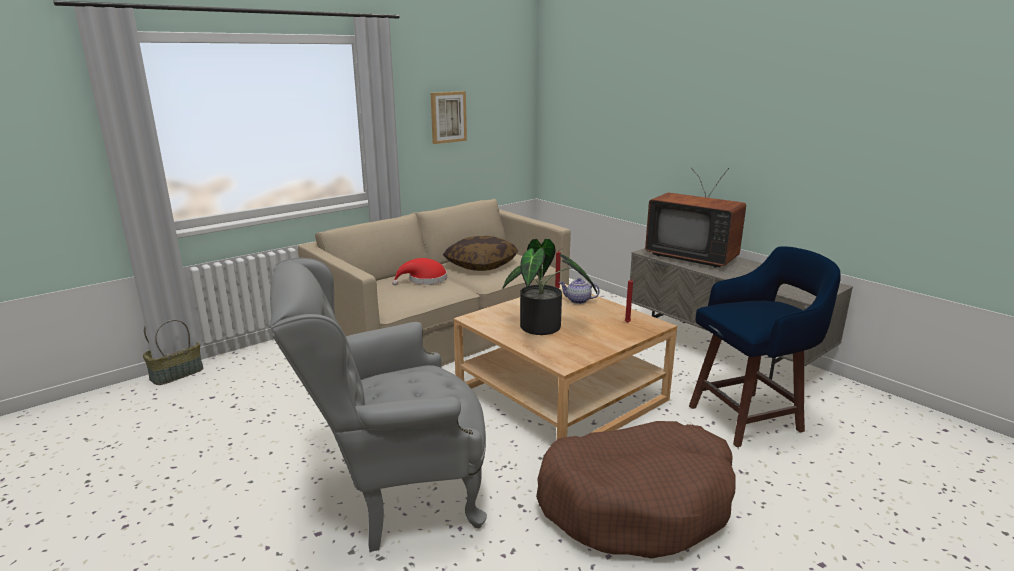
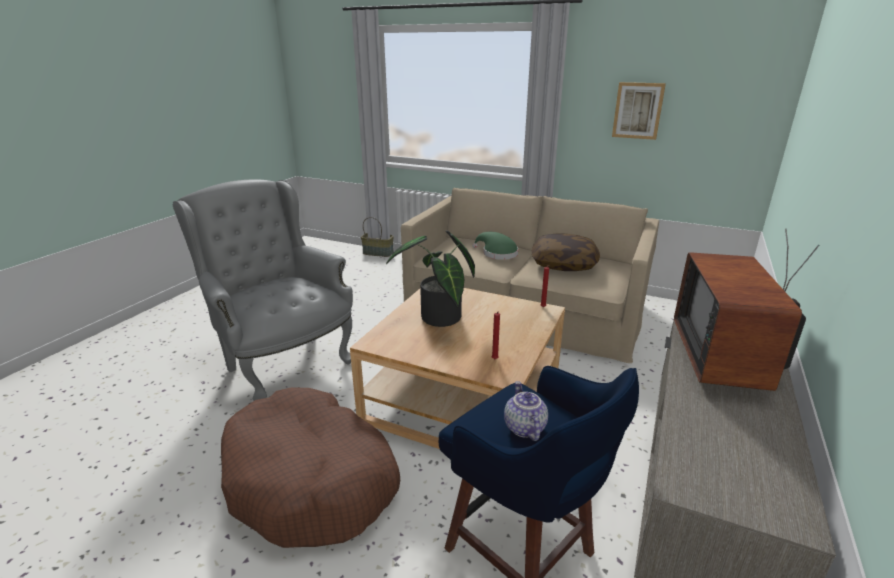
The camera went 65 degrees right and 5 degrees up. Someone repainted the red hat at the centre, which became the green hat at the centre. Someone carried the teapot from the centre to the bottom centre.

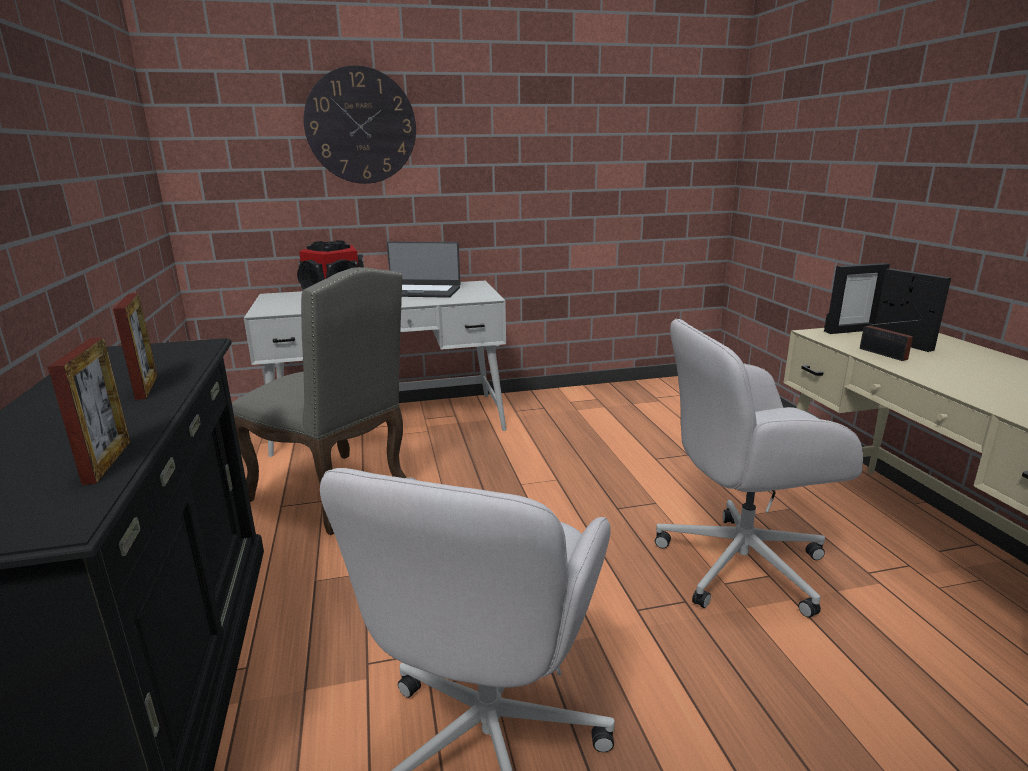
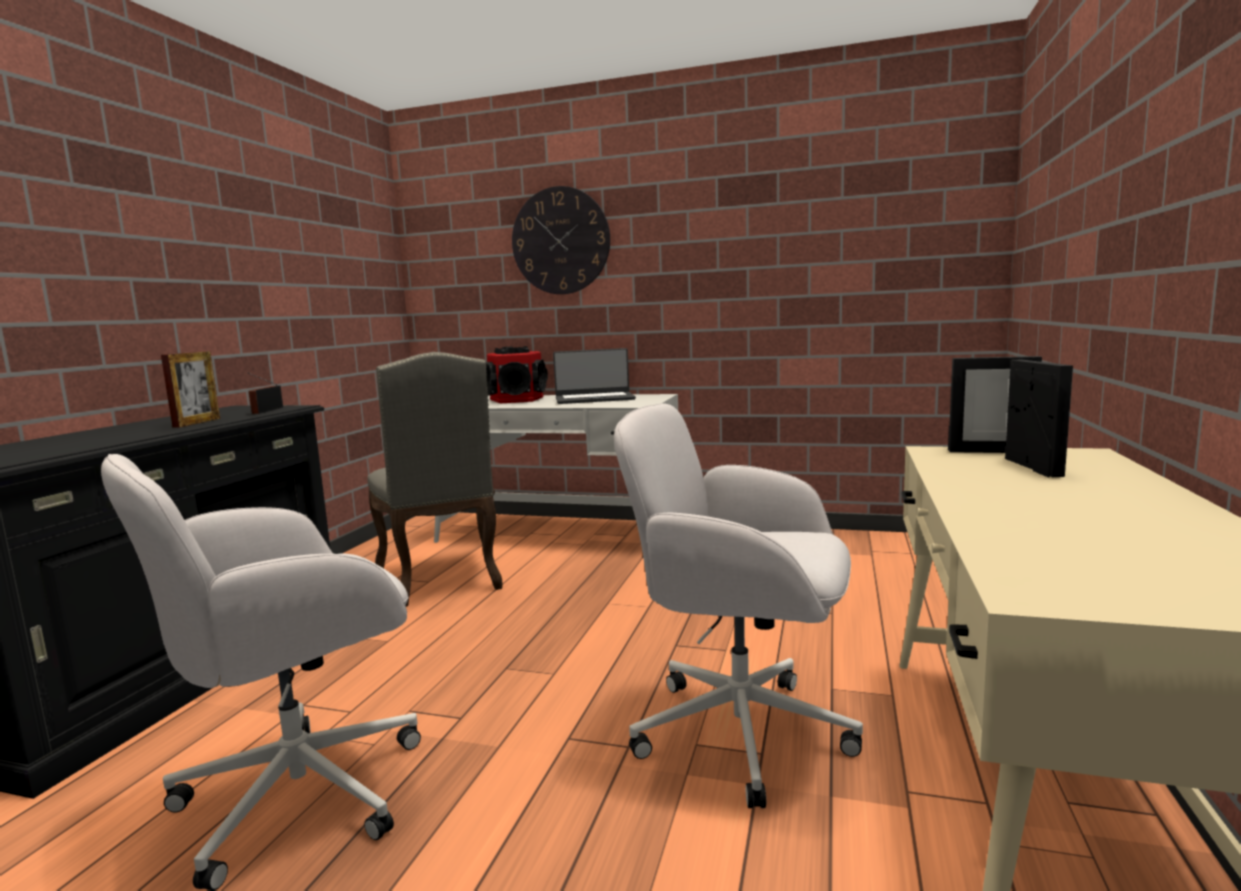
The camera went 30 degrees right and 10 degrees down. Someone took away the picture frame (no. 1 from left) at the middle left. Someone rotated the laptop at the centre by 45 degrees counterclockwise. Someone carried the radio from the middle right to the middle left.

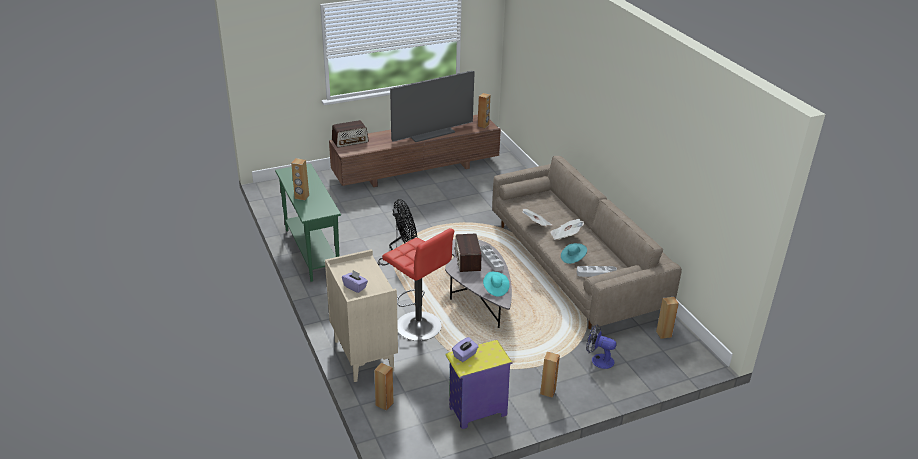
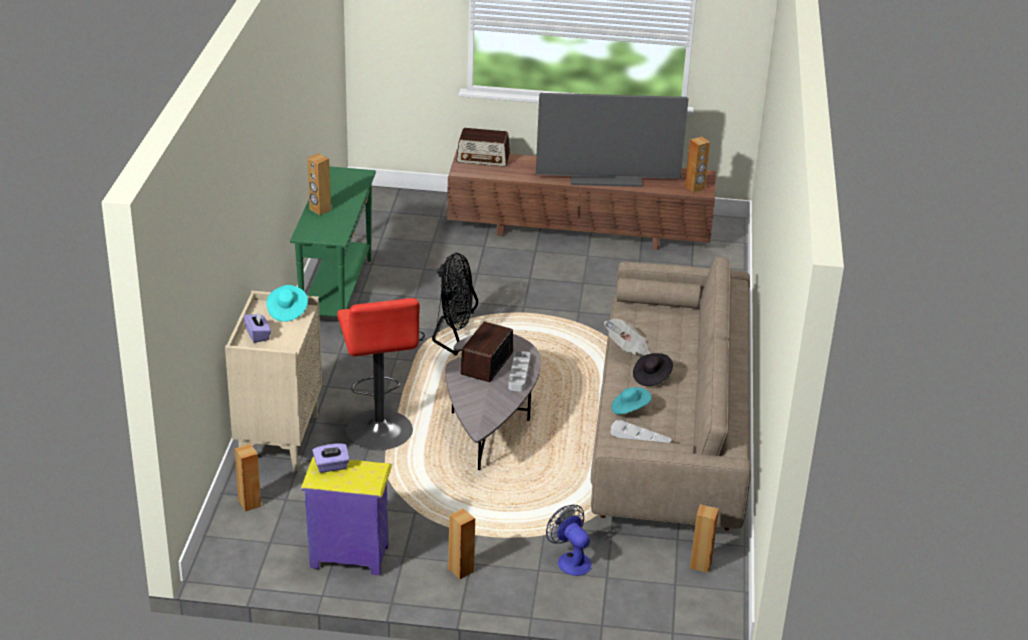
The camera went 30 degrees right and 0 degrees up. Someone carried the turquoise hat (no. 1 from left) from the centre to the middle left. Someone swapped the newspaper (no. 2 from left) at the centre for the black hat at the centre.

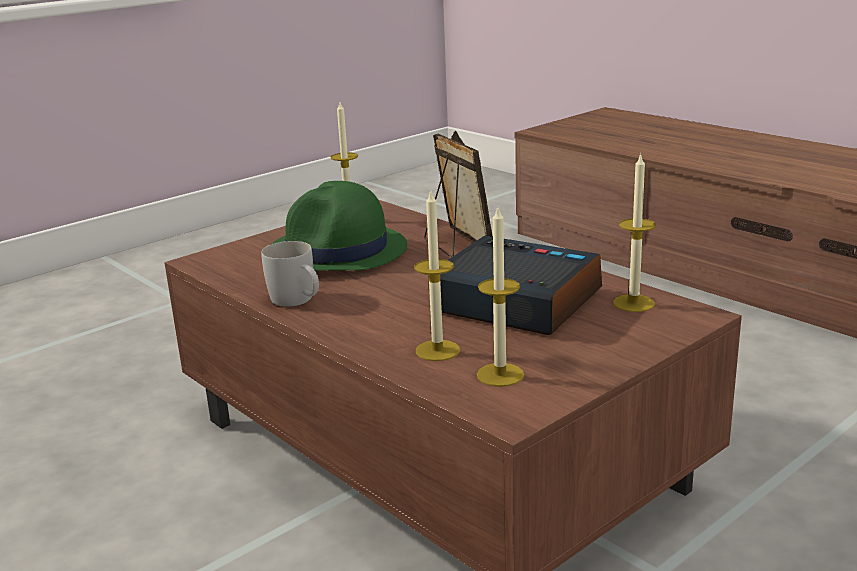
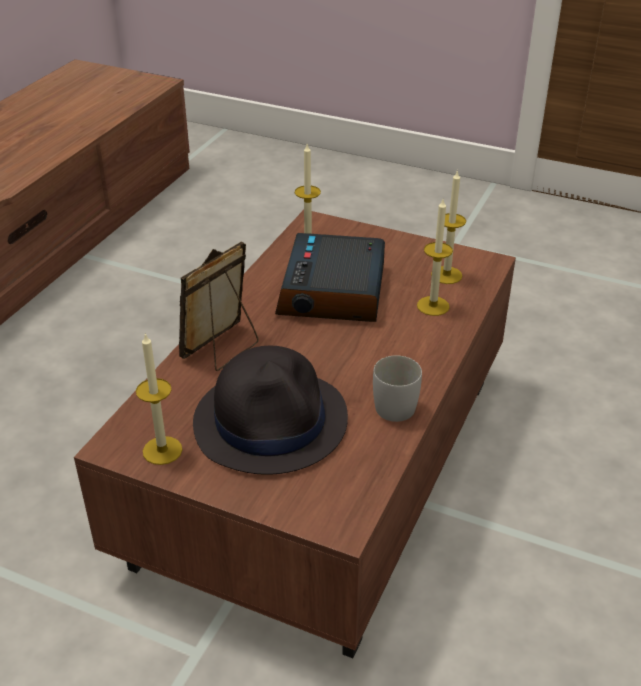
The camera went 115 degrees left and 15 degrees up. Someone repainted the green hat at the centre, which became the black hat at the centre.

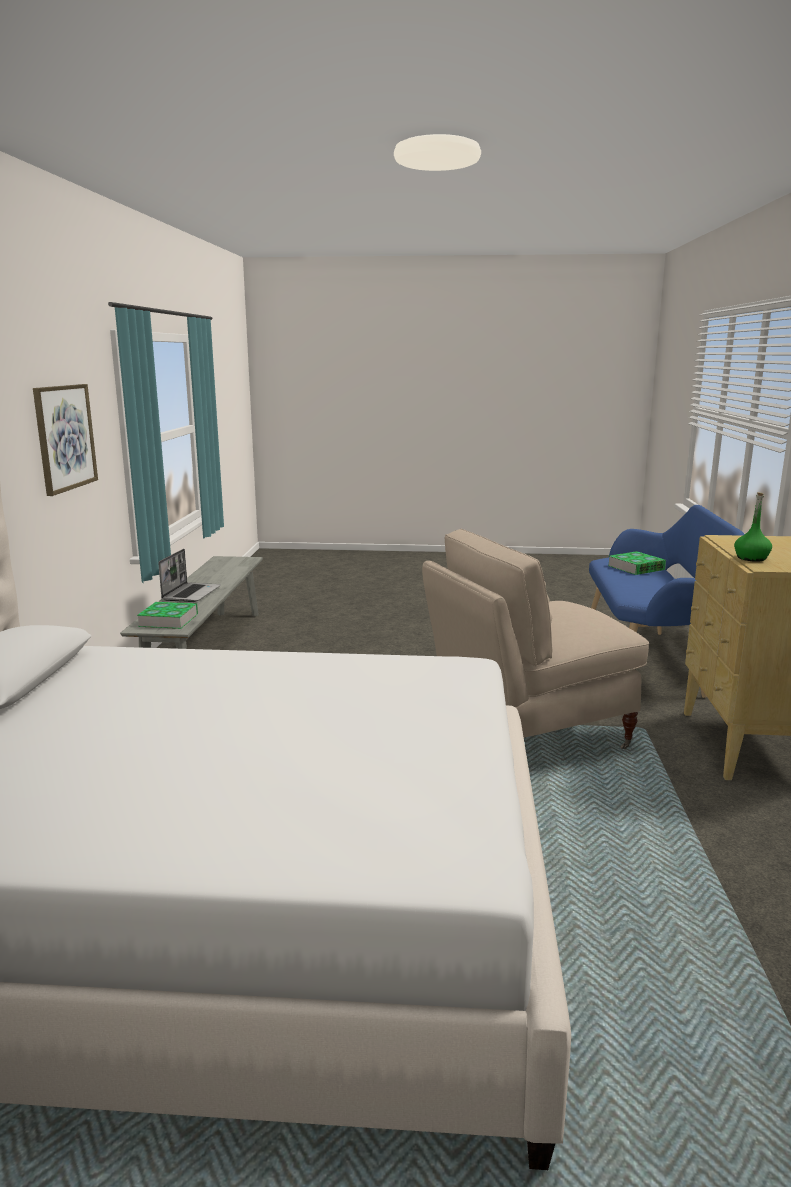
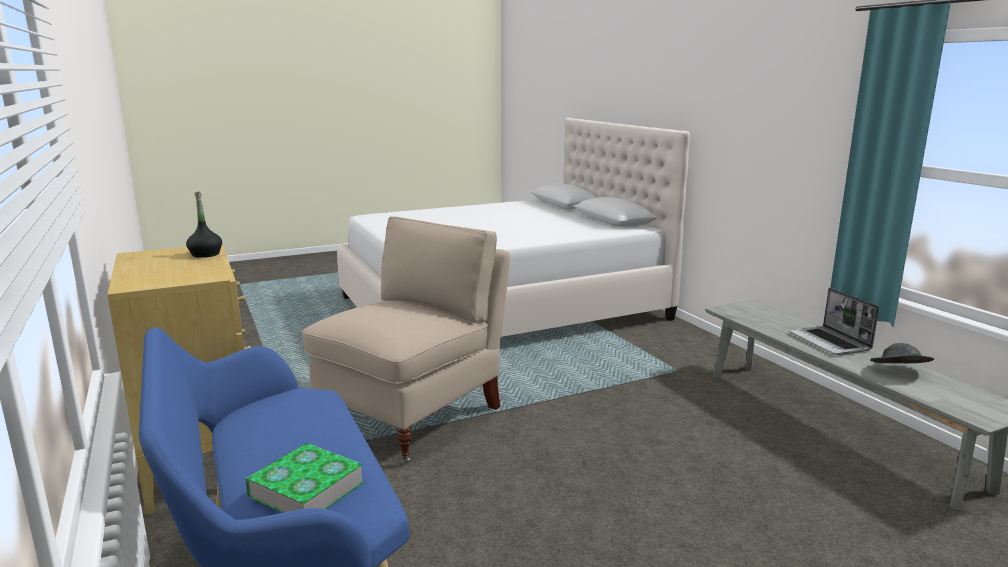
The camera went 150 degrees right and 0 degrees up. Someone took away the picture at the middle left. Someone took away the book (no. 1 from left) at the middle left. Someone repainted the green bottle at the middle right, which became the black bottle at the middle left. Someone put down the grey hat at the middle right.

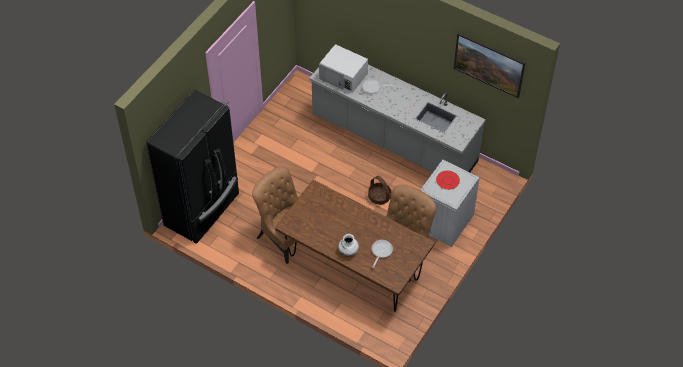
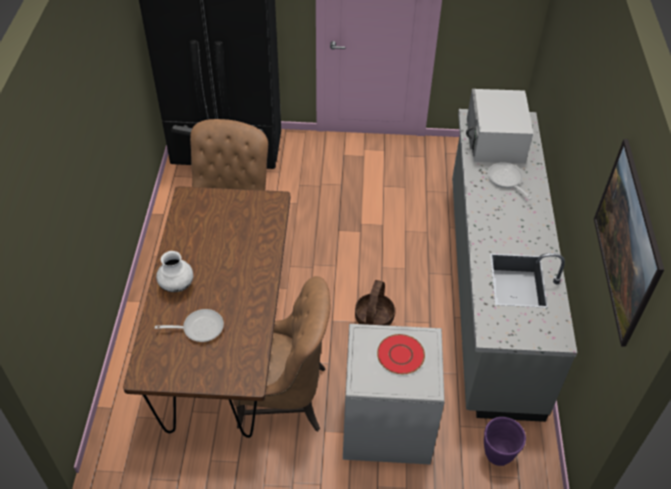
The camera went 60 degrees right and 5 degrees down. Someone put down the purple planter at the bottom right.

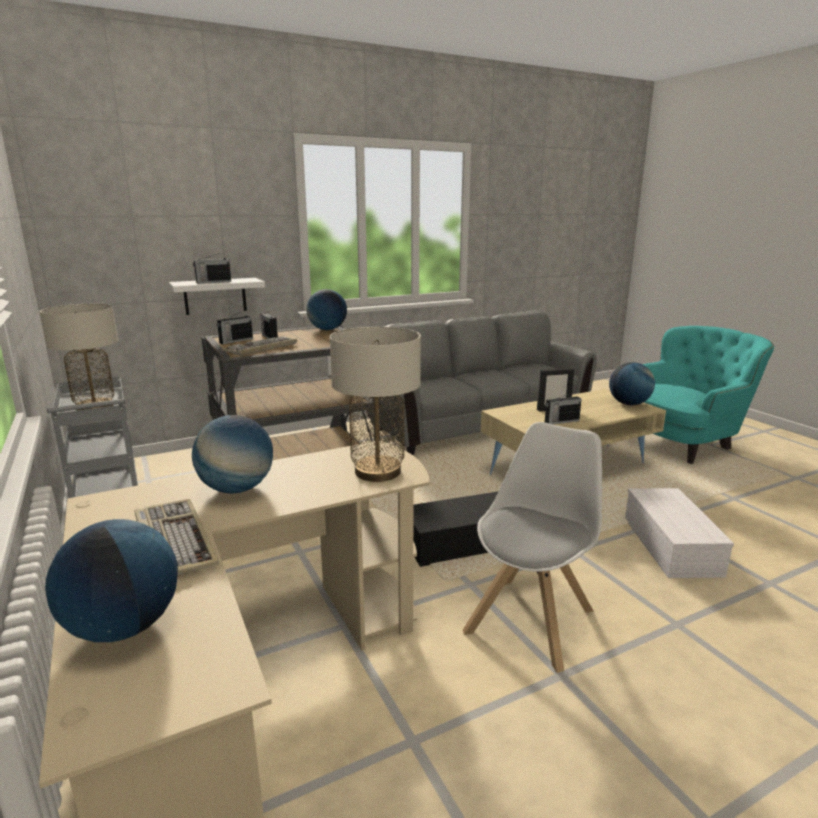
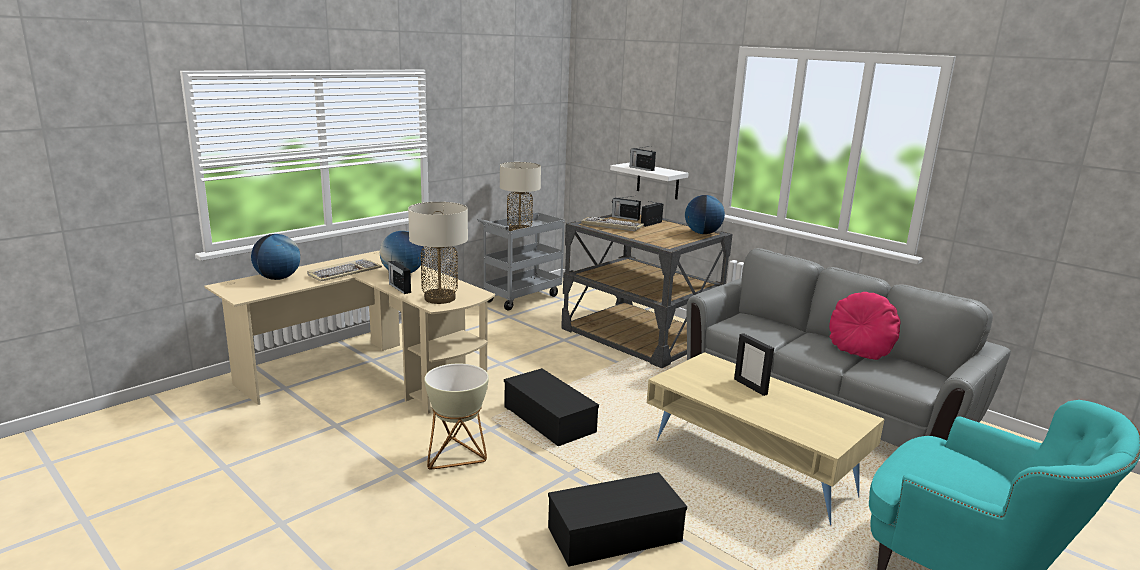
The camera went 70 degrees right and 0 degrees up. Someone swapped the chair at the bottom centre for the planter at the bottom centre. Someone carried the radio (no. 4 from left in the first image) from the middle right to the centre. Someone took away the globe (no. 4 from left) at the middle right. Someone repainted the white storage box at the middle right, which became the black storage box (no. 2 from left) at the bottom centre. Someone put down the pink pillow at the middle right.

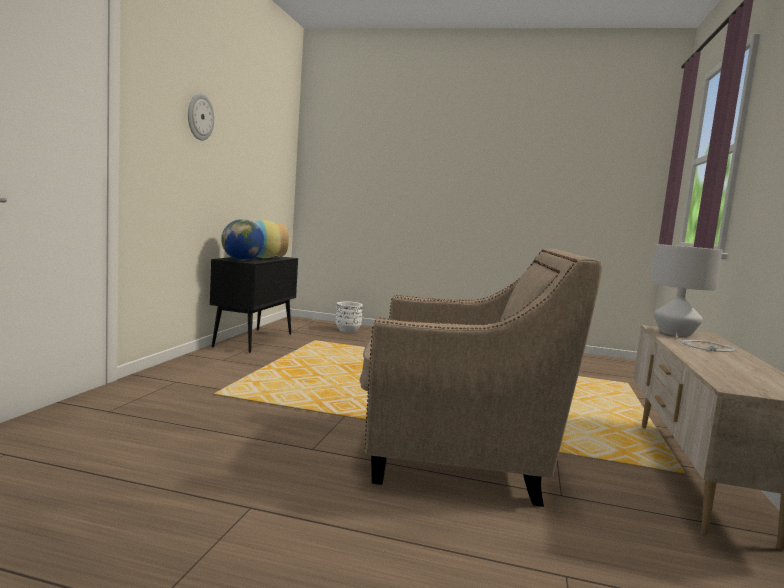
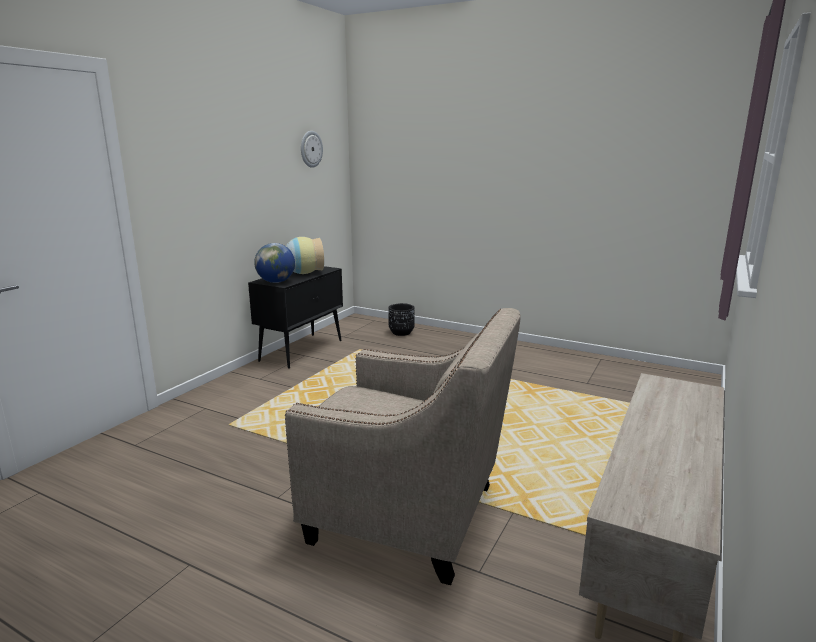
The camera went 15 degrees right and 10 degrees up. Someone carried the wall clock from the top left to the top centre. Someone repainted the white planter at the centre, which became the black planter at the centre. Someone took away the white table lamp at the middle right.

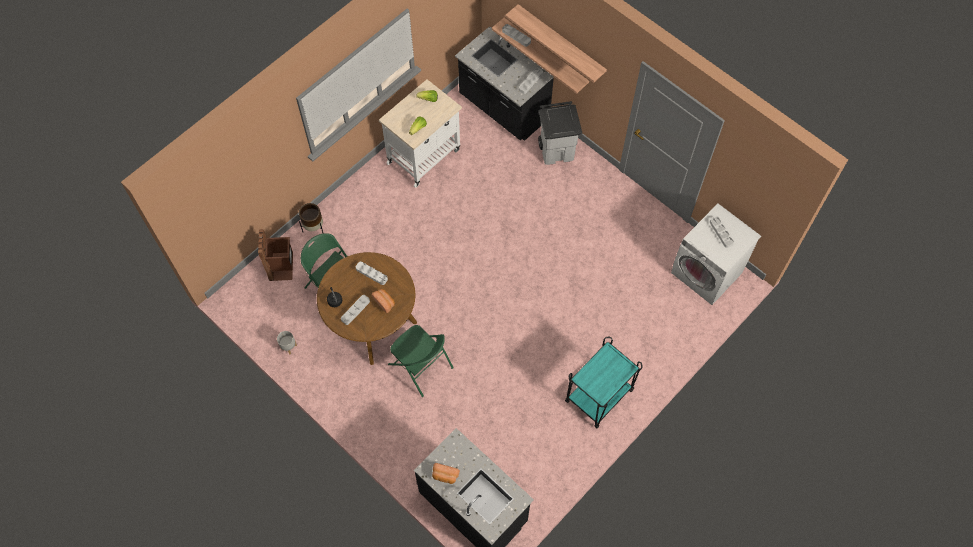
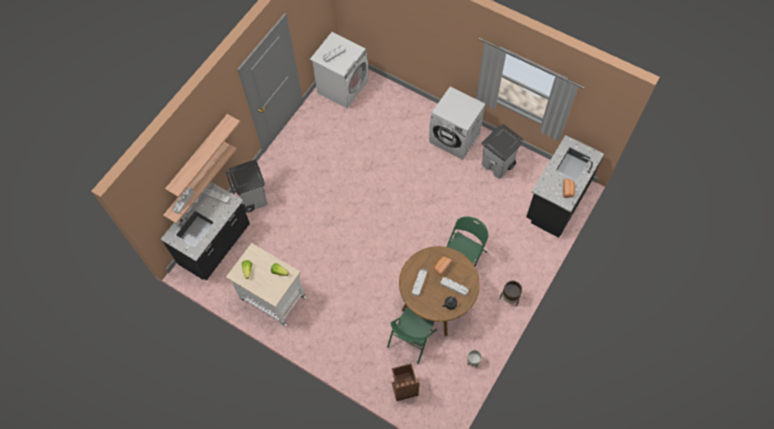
The camera went 100 degrees left and 0 degrees up. Someone carried the brown planter from the middle left to the bottom centre. Someone swapped the turquoise cart at the bottom centre for the white washing machine (no. 2 from left) at the top centre. Someone put down the grey trash can (no. 2 from left) at the centre.

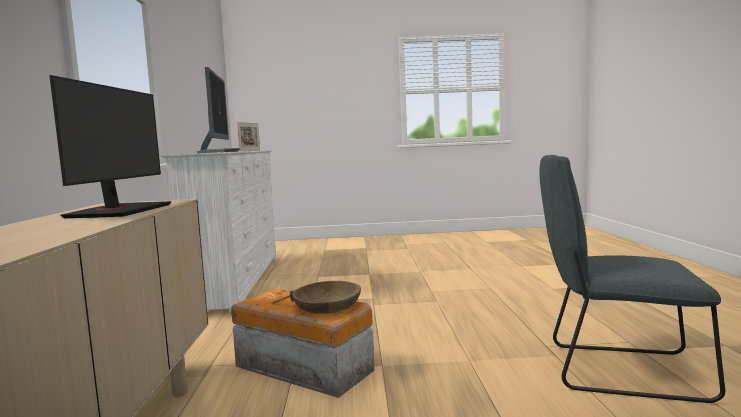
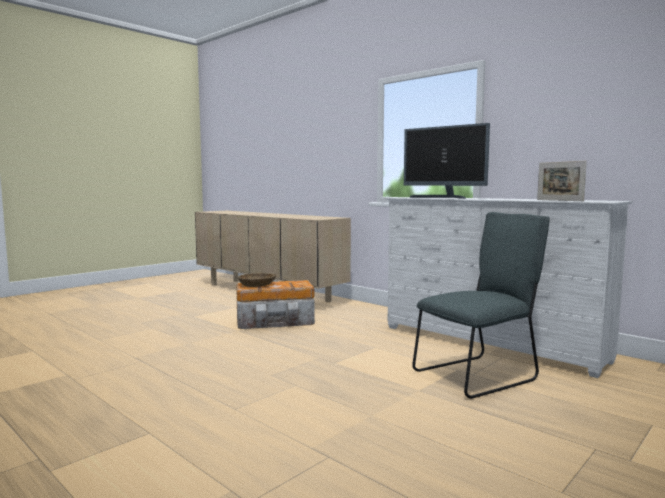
The camera went 135 degrees right and 0 degrees up. Someone took away the monitor (no. 1 from left) at the middle left. Someone carried the grey chair from the bottom right to the middle right.

